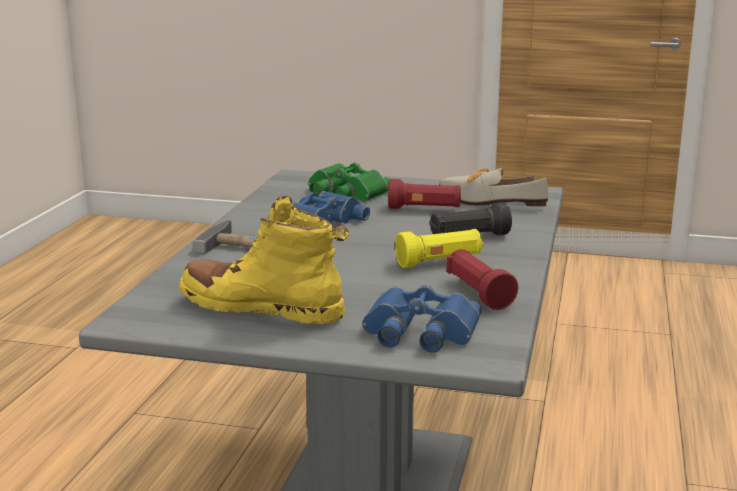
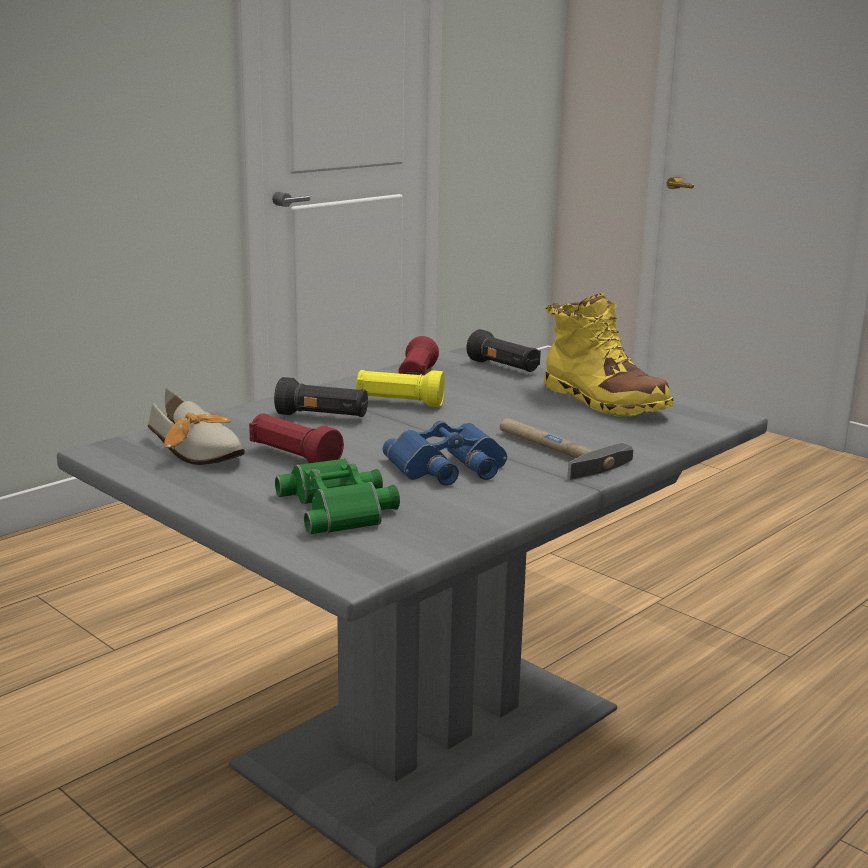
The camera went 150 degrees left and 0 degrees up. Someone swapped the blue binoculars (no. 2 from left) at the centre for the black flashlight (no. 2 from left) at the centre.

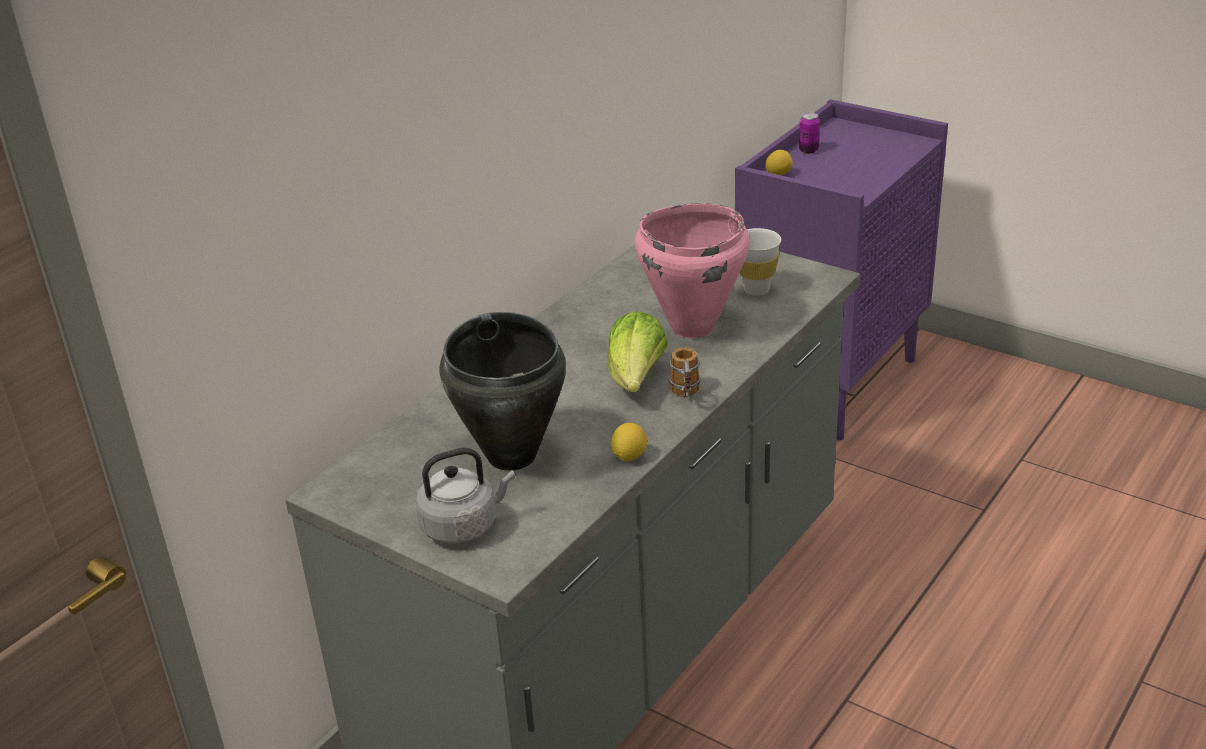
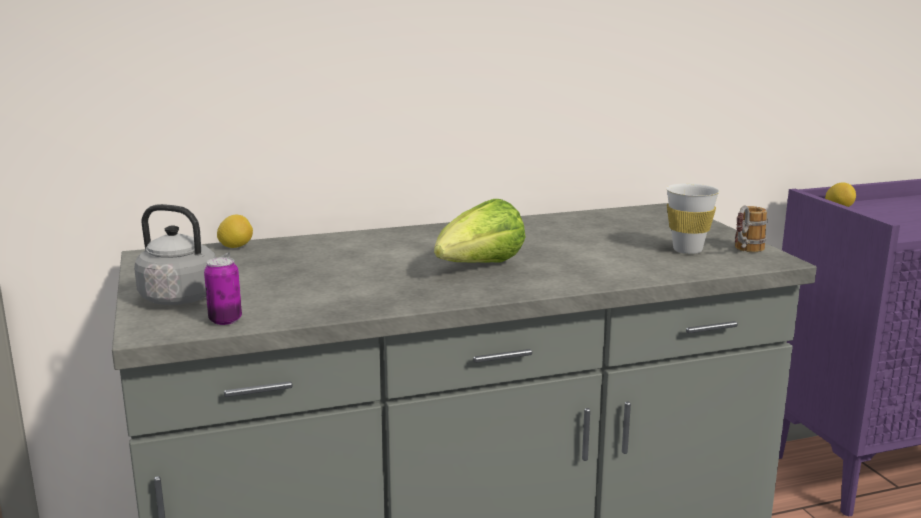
The camera went 35 degrees right and 15 degrees down. Someone took away the black cooking pot at the centre. Someone carried the lemon (no. 1 from left) from the centre to the middle left. Someone took away the pink cooking pot at the centre. Someone carried the mug from the centre to the middle right. Someone carried the can from the top right to the middle left.

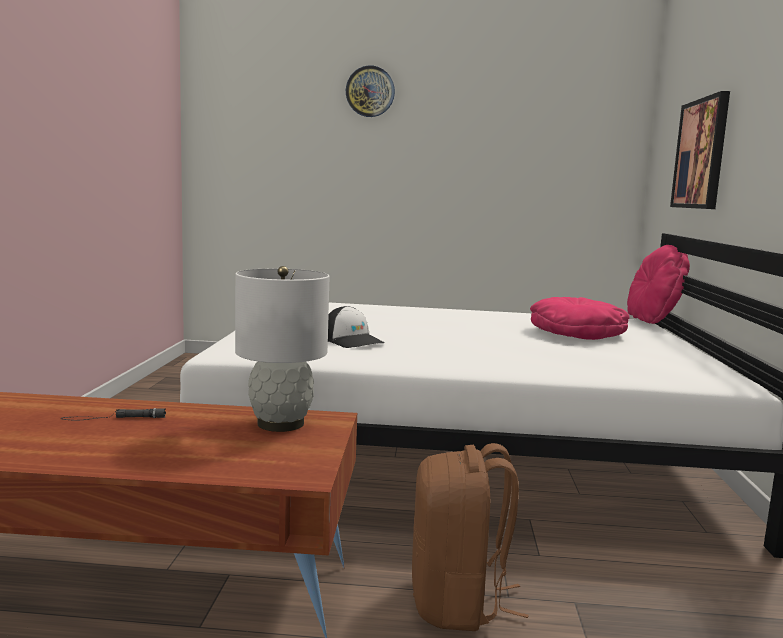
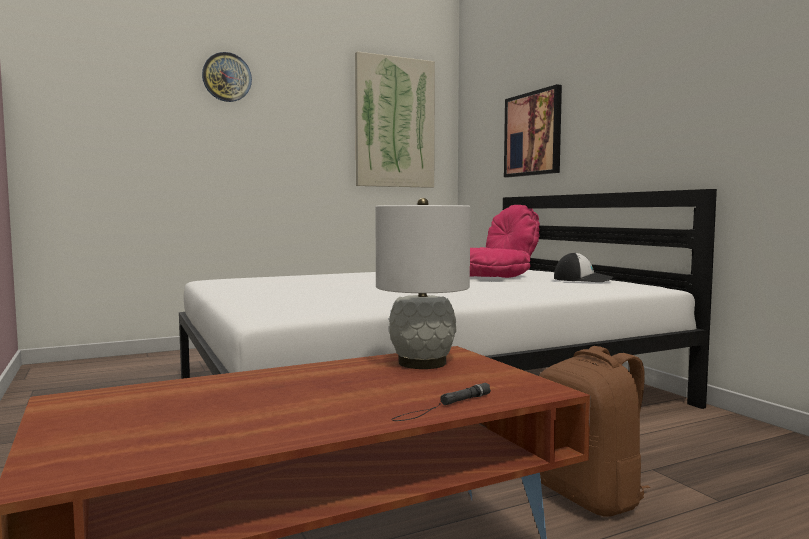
The camera went 30 degrees left and 5 degrees down. Someone carried the black flashlight from the middle left to the bottom centre. Someone carried the cap from the centre to the middle right. Someone put up the picture (no. 1 from left) at the top centre.

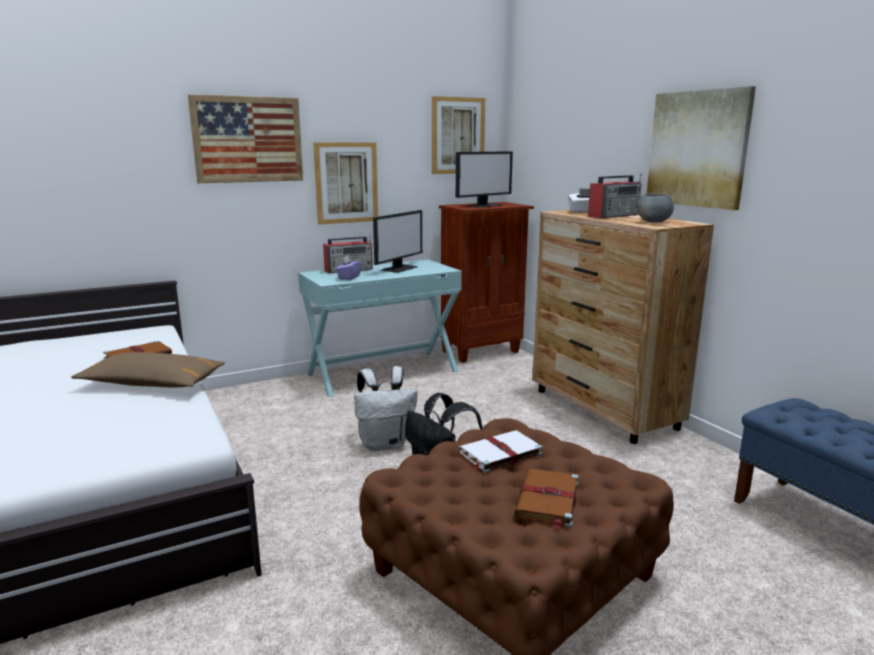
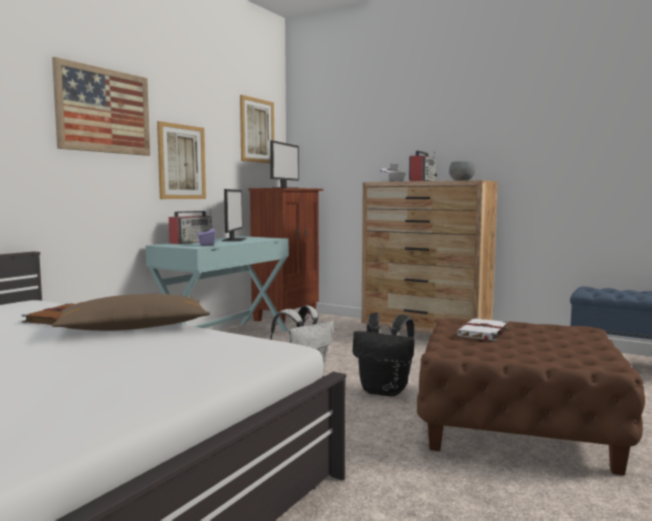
The camera went 30 degrees left and 10 degrees down. Someone took away the brown book (no. 2 from left) at the bottom centre. Someone took away the picture (no. 4 from left) at the top right.

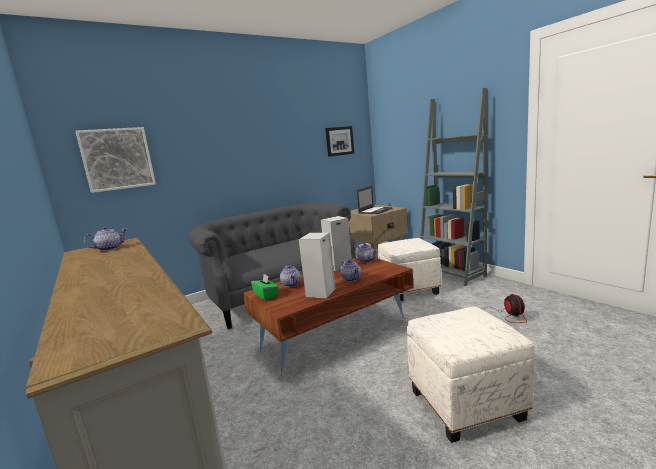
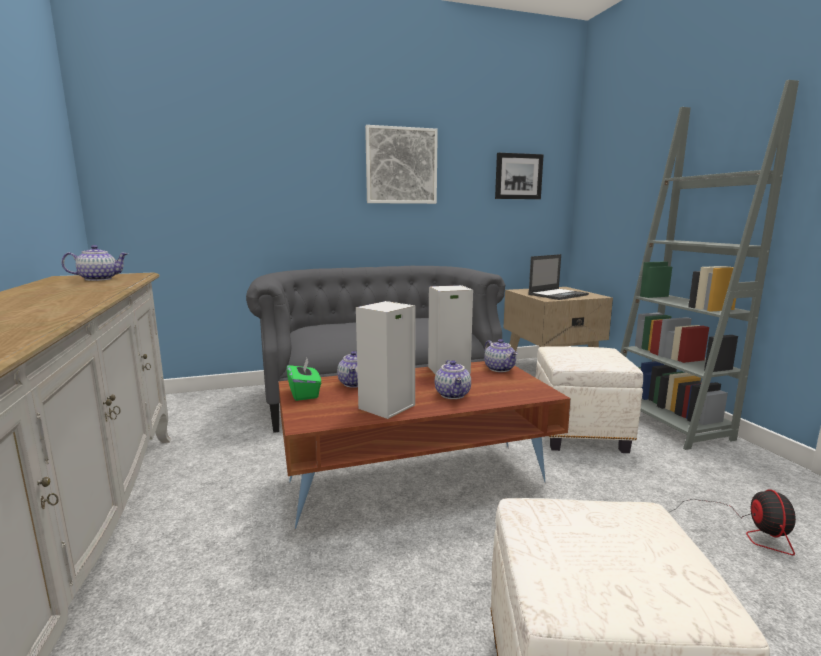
The camera went 15 degrees right and 0 degrees up. Someone carried the picture (no. 1 from left) from the middle left to the top centre.

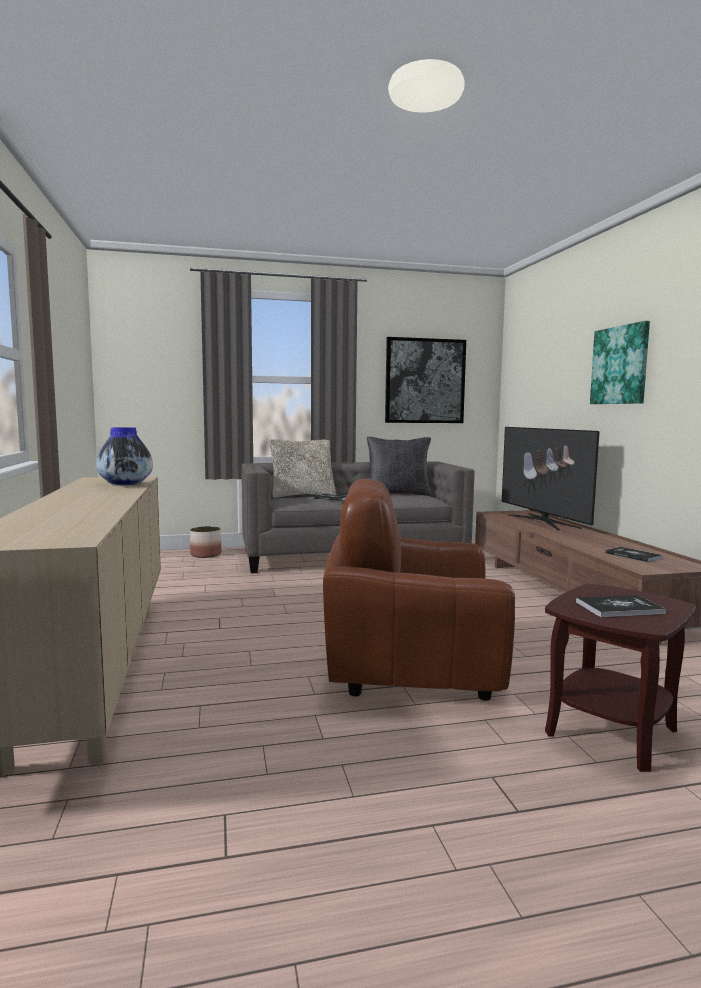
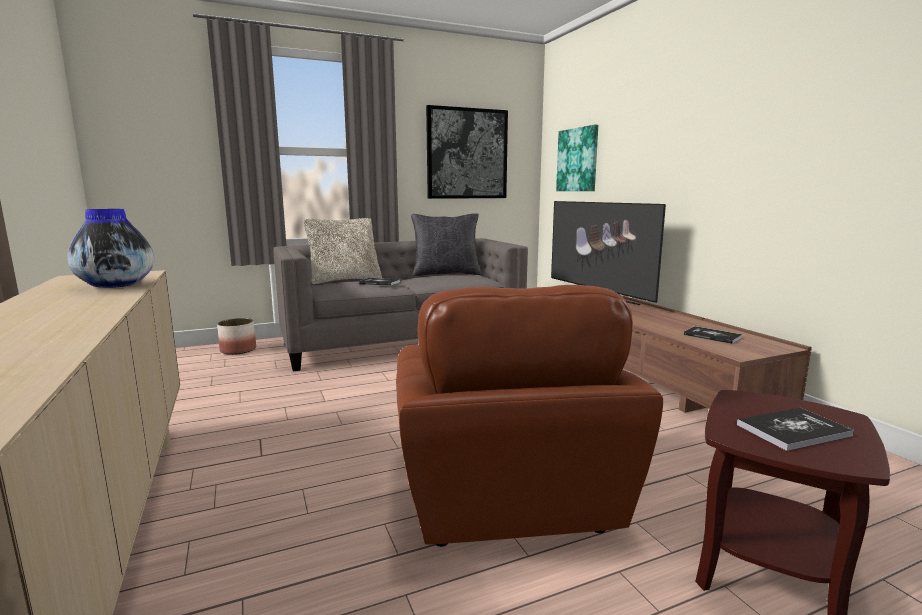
The camera went 10 degrees left and 5 degrees up. Someone rotated the brown armchair at the centre by 90 degrees counterclockwise. Someone carried the picture (no. 2 from left) from the middle right to the top centre.

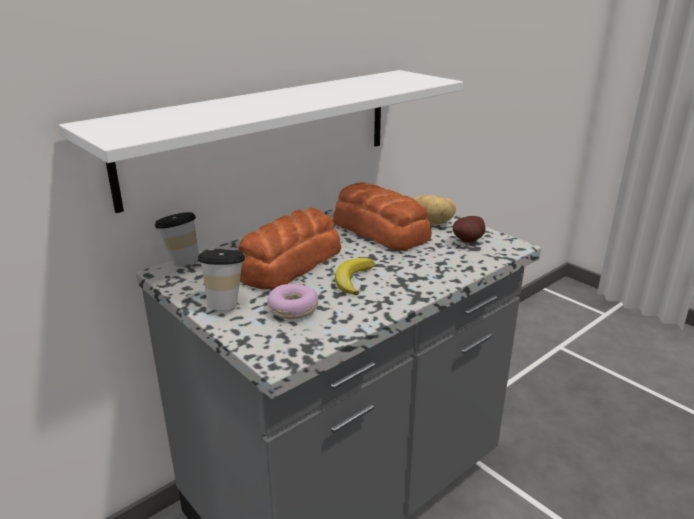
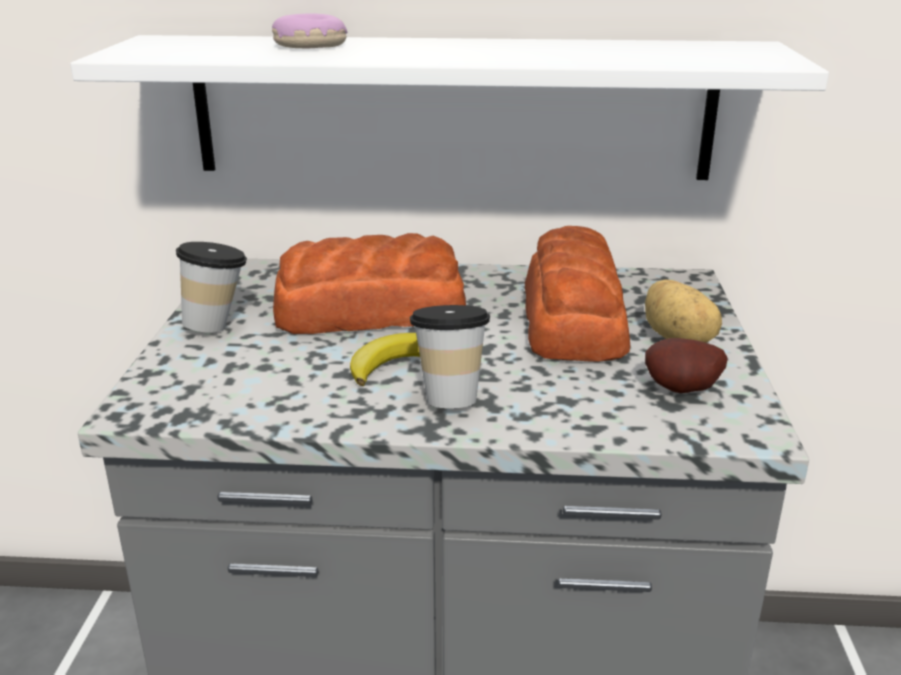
The camera went 45 degrees right and 0 degrees up. Someone carried the cup (no. 1 from left in the first image) from the middle left to the centre. Someone carried the donut from the centre to the top centre.

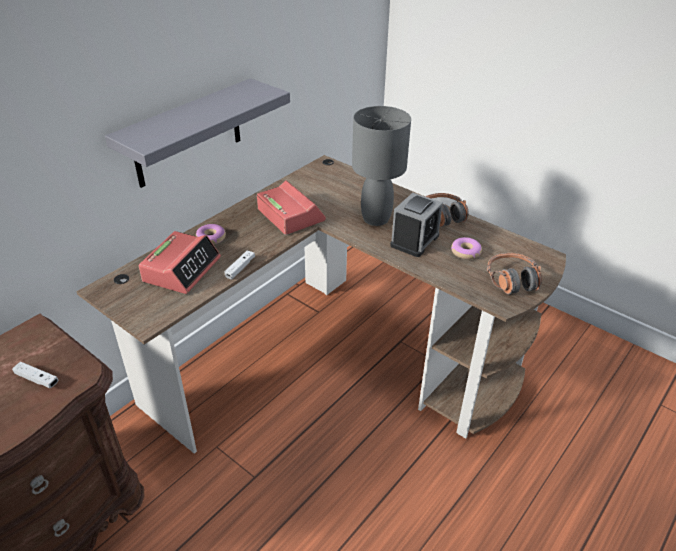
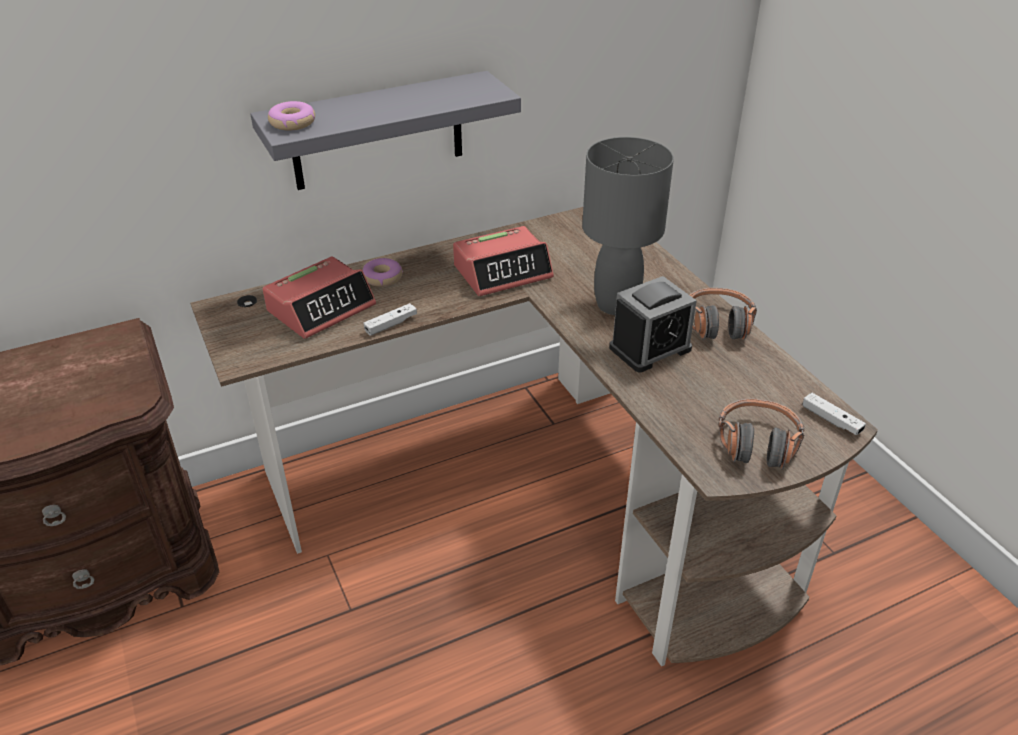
The camera went 25 degrees right and 0 degrees up. Someone carried the white game controller (no. 1 from left in the first image) from the bottom left to the middle right. Someone rotated the alarm clock (no. 2 from left) at the centre by 75 degrees clockwise. Someone carried the donut (no. 2 from left in the first image) from the middle right to the top left.

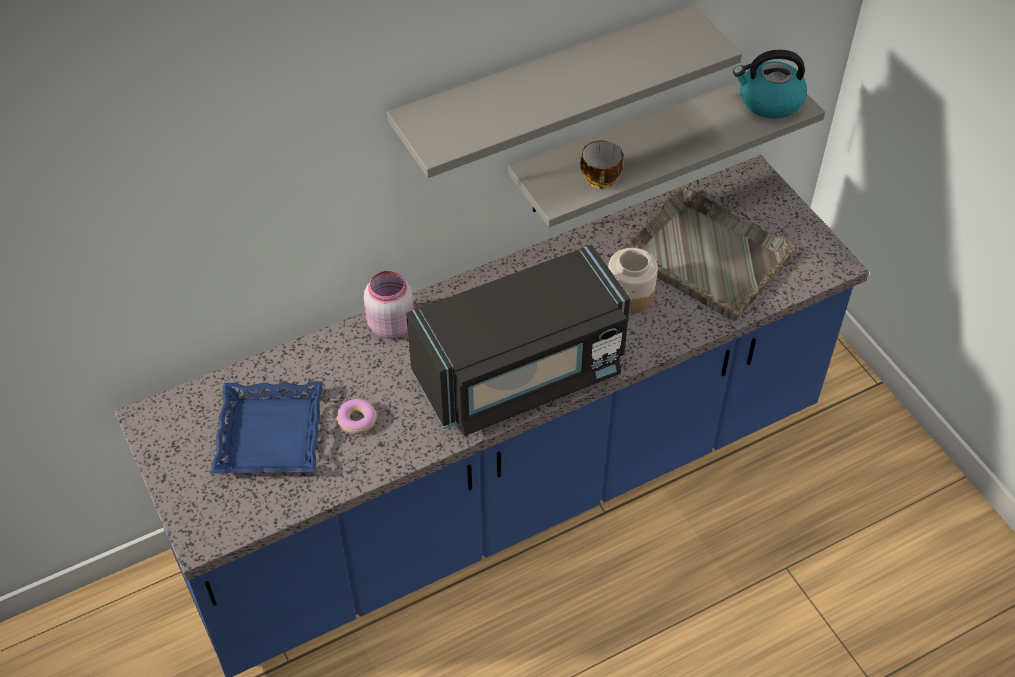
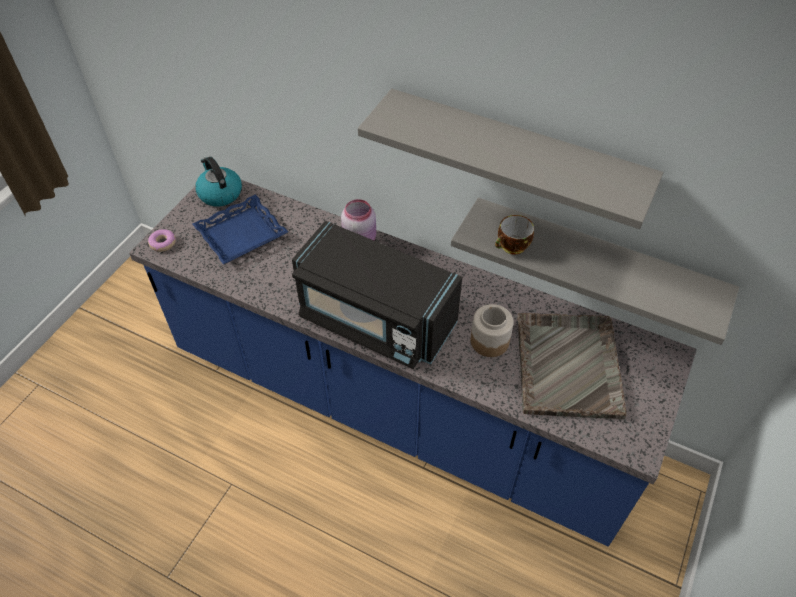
The camera went 55 degrees right and 0 degrees up. Someone carried the donut from the centre to the middle left. Someone carried the kettle from the top right to the top left.

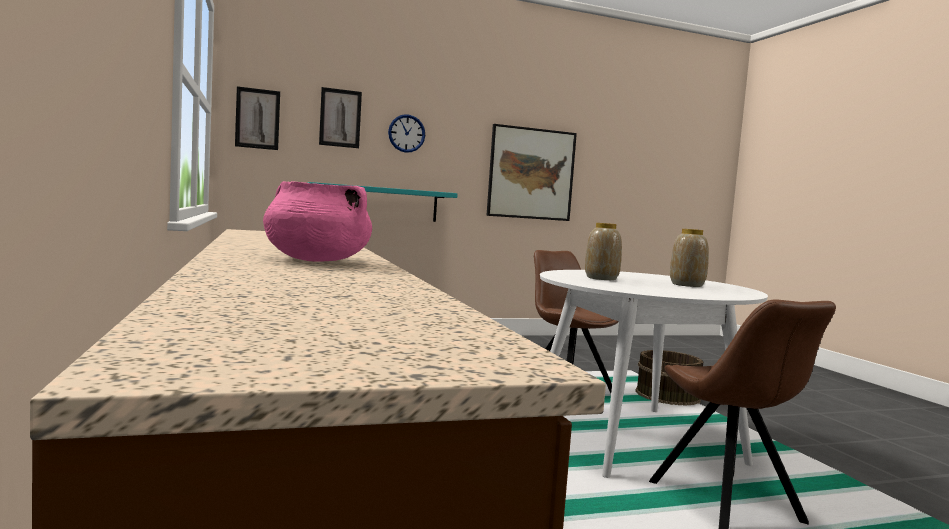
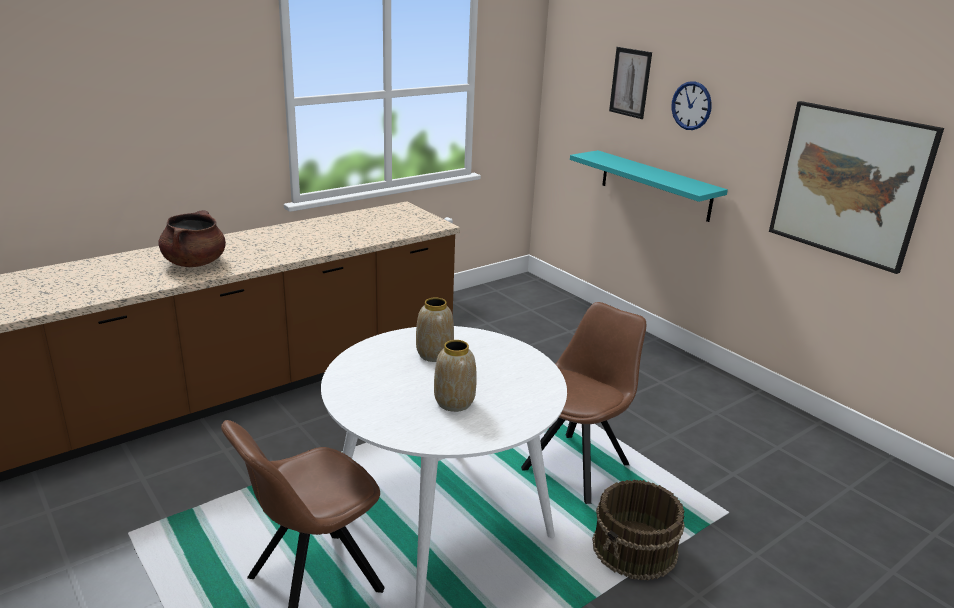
The camera went 70 degrees right and 20 degrees up. Someone took away the picture (no. 1 from left) at the top left. Someone repainted the pink cooking pot at the centre, which became the brown cooking pot at the middle left.

